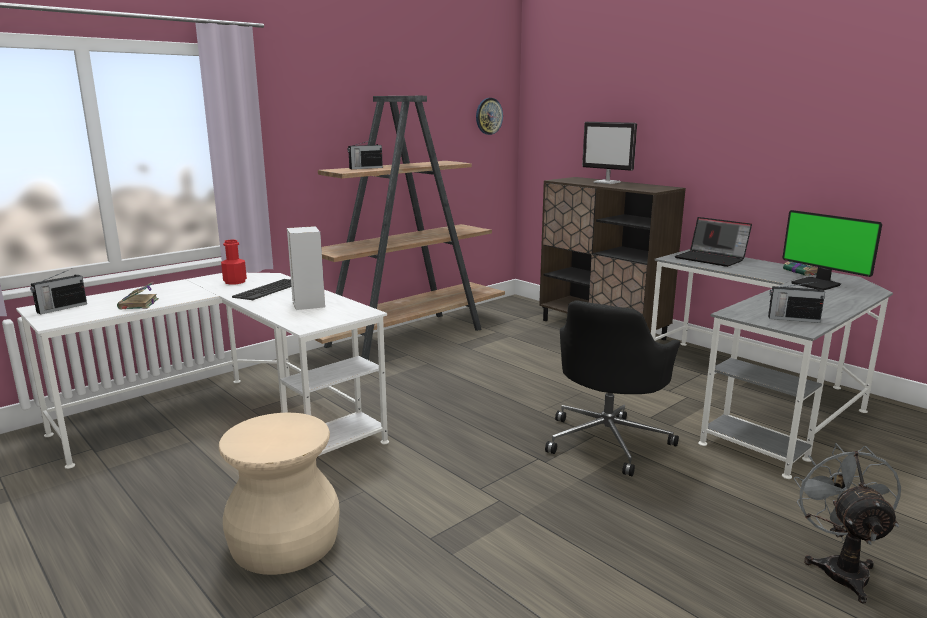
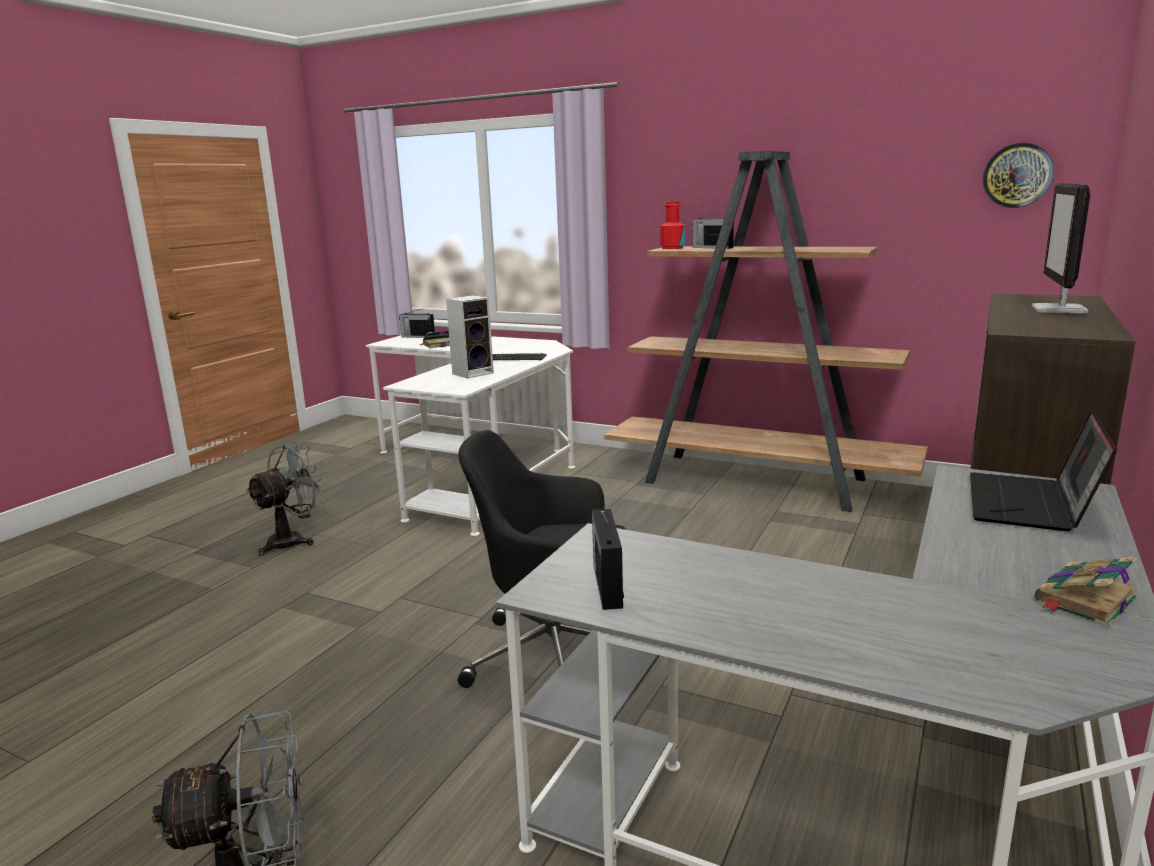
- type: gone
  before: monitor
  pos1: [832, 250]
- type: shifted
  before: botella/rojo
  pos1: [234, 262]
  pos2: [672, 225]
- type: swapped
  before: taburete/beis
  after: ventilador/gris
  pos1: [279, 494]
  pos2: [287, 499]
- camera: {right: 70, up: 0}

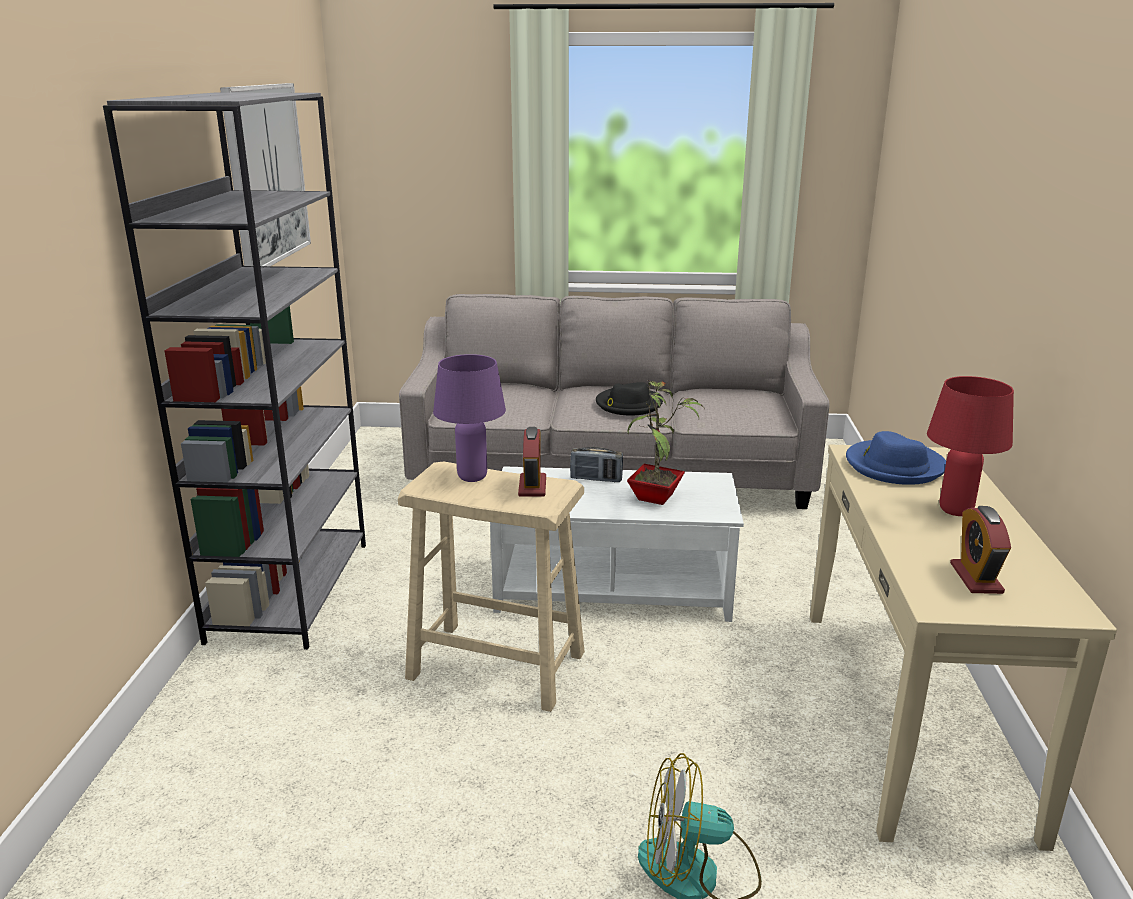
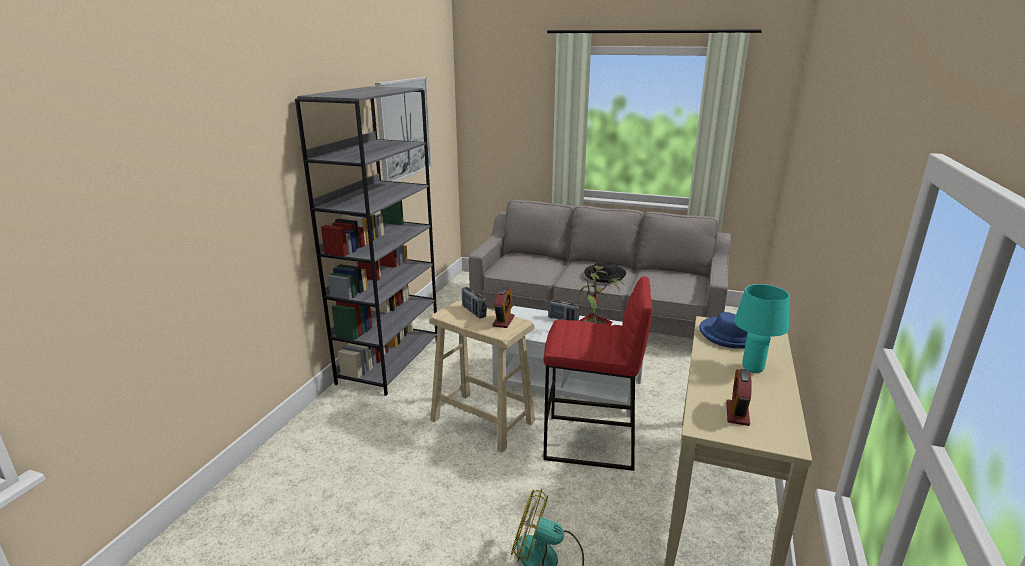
- type: swapped
  before: lámpara de mesa/morado
  after: radio
  pos1: [469, 418]
  pos2: [474, 302]
- type: repainted
  before: lámpara de mesa/rojo
  after: lámpara de mesa/turquesa
  pos1: [970, 446]
  pos2: [761, 328]
- type: new
  after: taburete/rojo
  pos2: [597, 374]
- camera: {right: 15, up: 0}

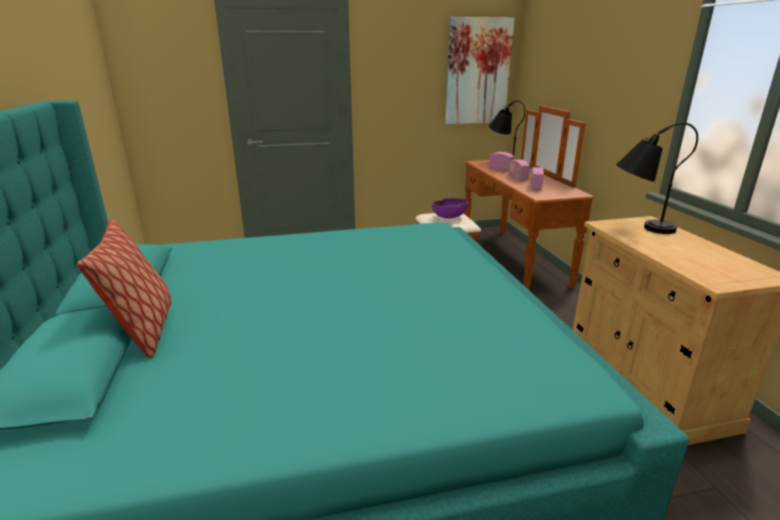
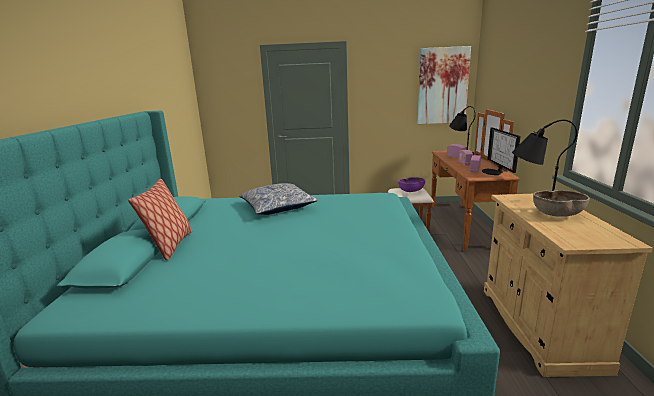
- type: new
  after: monitor
  pos2: [501, 151]
- type: new
  after: cojín
  pos2: [278, 199]
- type: new
  after: cuenco/marrón
  pos2: [561, 203]
- camera: {right: 15, up: -5}

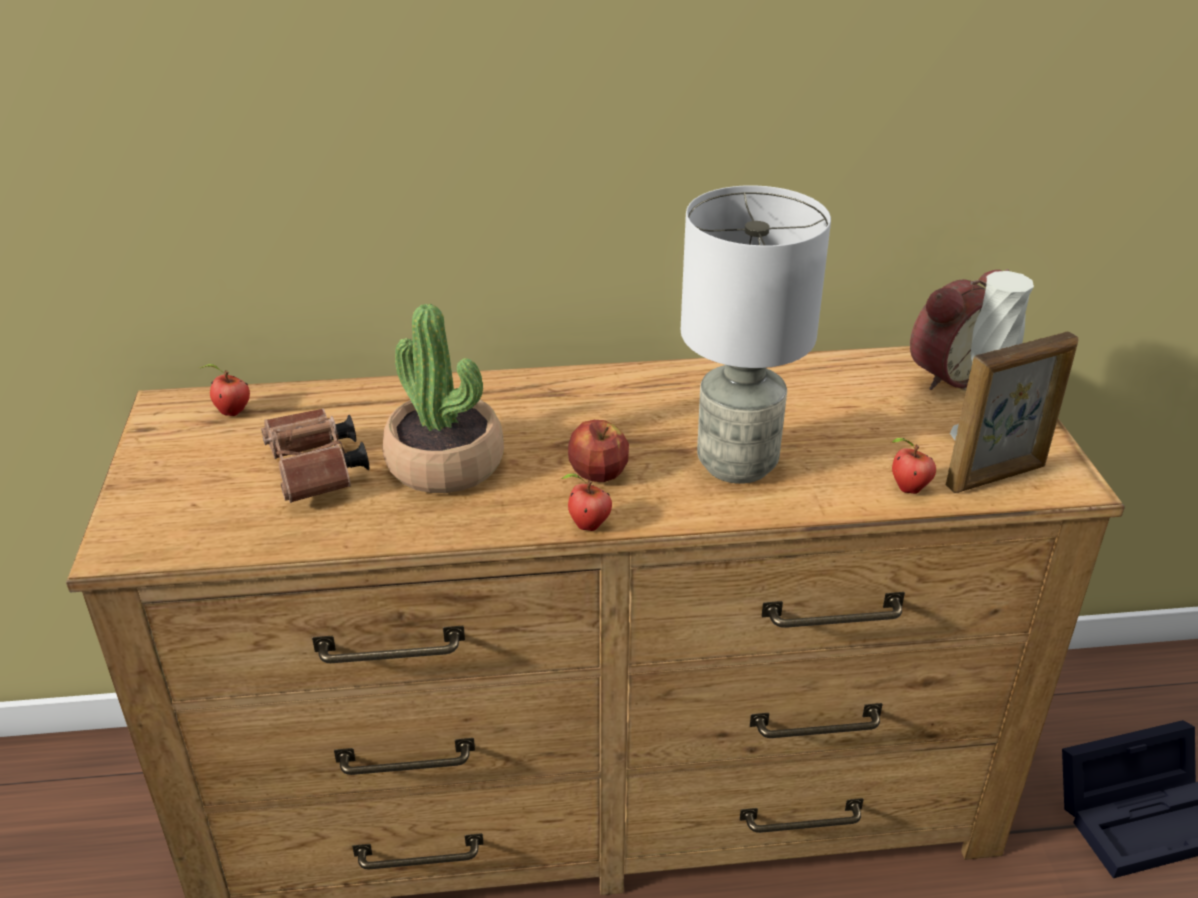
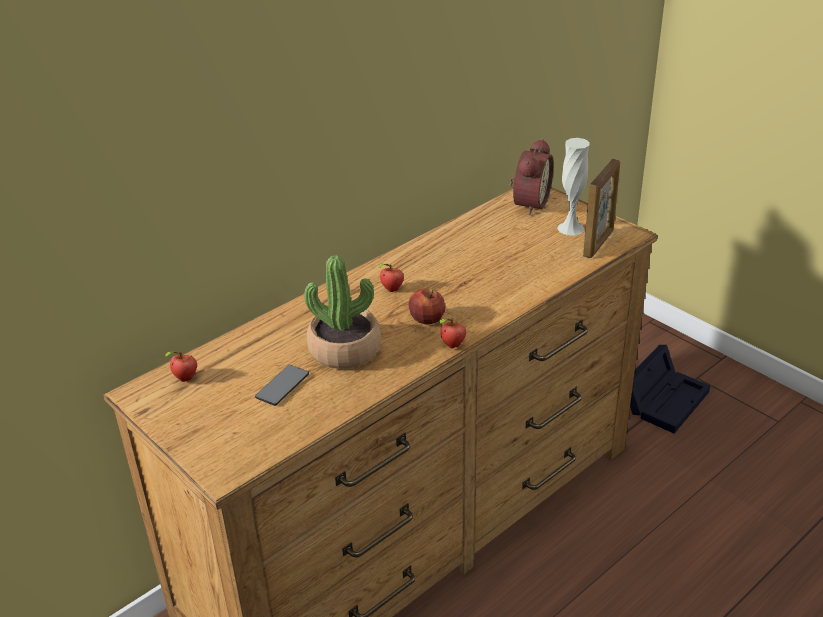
- type: gone
  before: lámpara de mesa/gris
  pos1: [756, 334]
- type: swapped
  before: prismáticos/marrón
  after: móvil
  pos1: [315, 455]
  pos2: [282, 385]
- type: shifted
  before: manzana
  pos1: [913, 466]
  pos2: [391, 278]
- camera: {right: -35, up: 0}

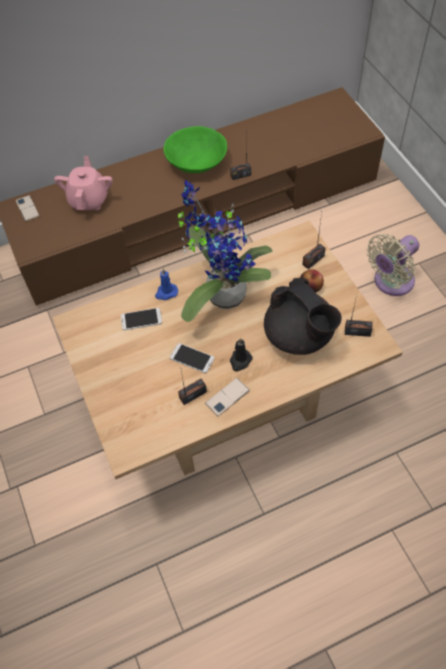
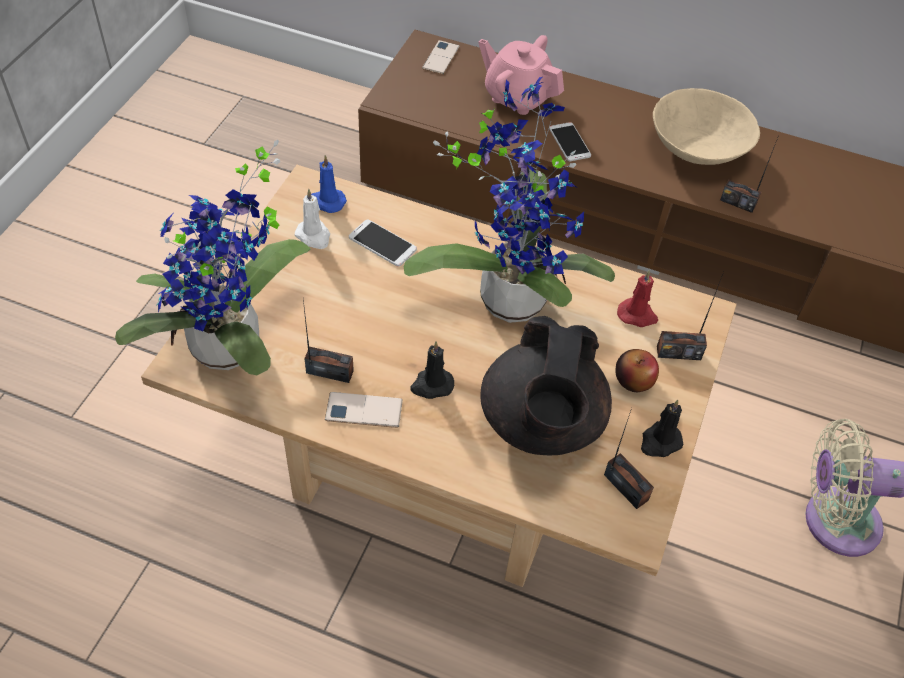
- type: repainted
  before: cuenco/verde
  after: cuenco/beis
  pos1: [195, 149]
  pos2: [706, 126]
- type: rotated
  before: tetera/rosa
  pos1: [83, 183]
  pos2: [521, 75]
  turn: -105
- type: shifted
  before: vela/azul
  pos1: [166, 284]
  pos2: [329, 184]
- type: shifted
  before: móvil
  pos1: [192, 358]
  pos2: [570, 141]
- type: new
  after: planta en maceta
  pos2: [212, 257]
- type: new
  after: vela/blanco
  pos2: [312, 219]
- type: new
  after: vela/rojo
  pos2: [637, 298]
- type: new
  after: vela/negro
  pos2: [662, 428]
- camera: {right: 40, up: -5}

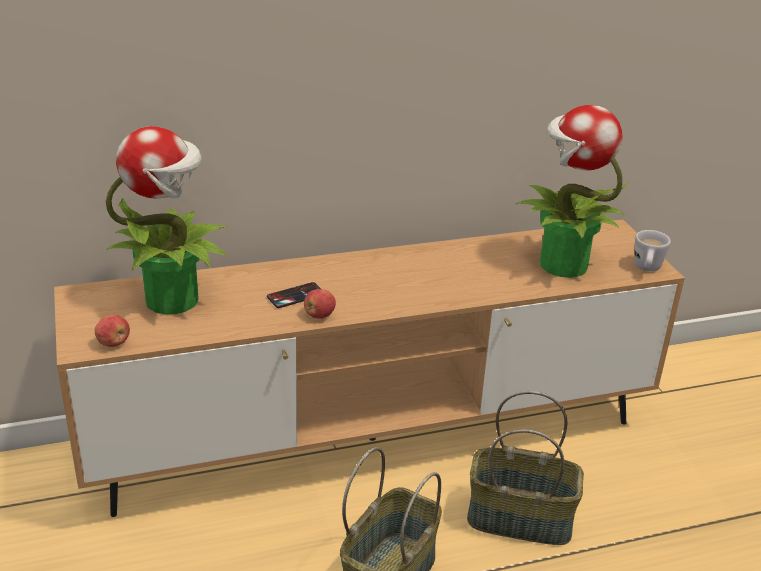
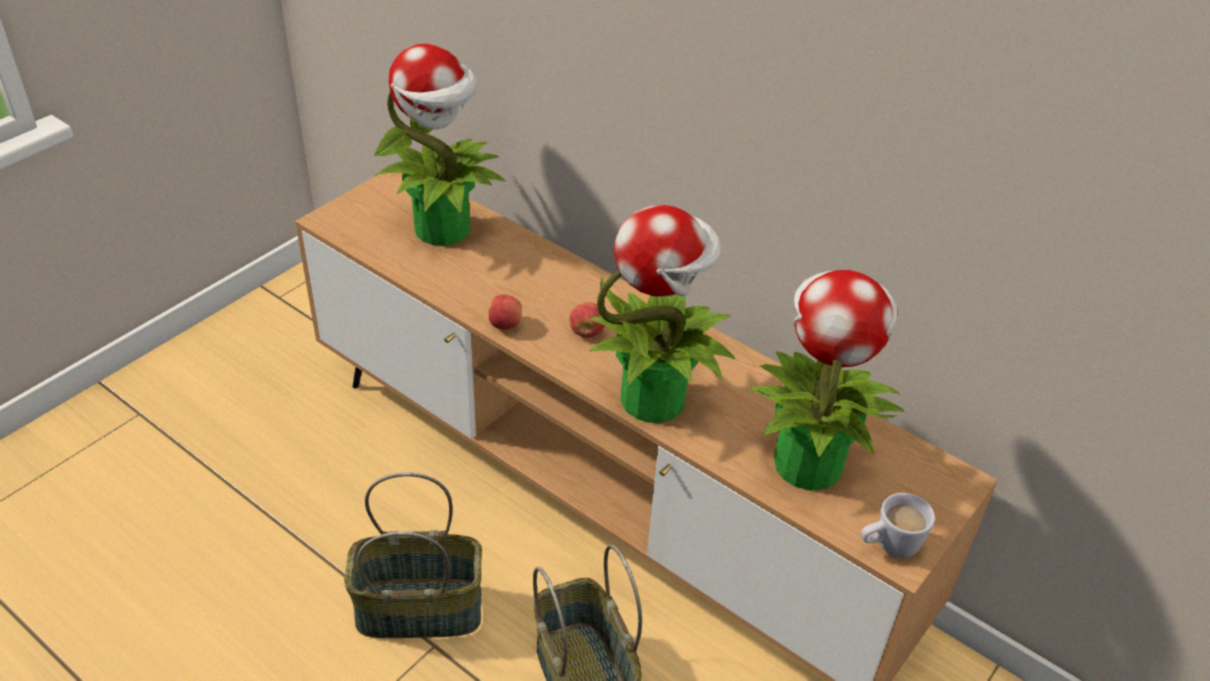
- type: gone
  before: móvil
  pos1: [294, 295]
- type: shifted
  before: manzana
  pos1: [112, 330]
  pos2: [587, 320]
- type: new
  after: planta en maceta
  pos2: [662, 314]
- camera: {right: 55, up: 10}

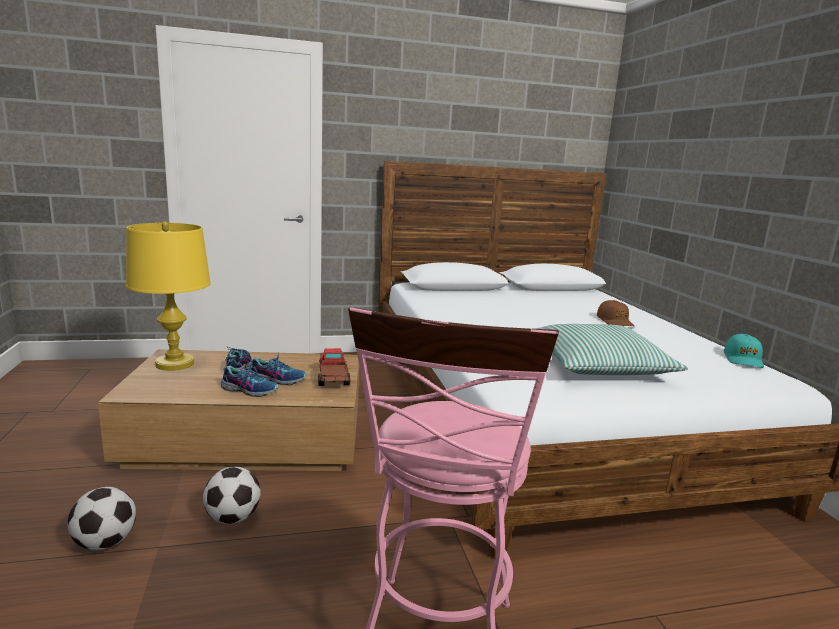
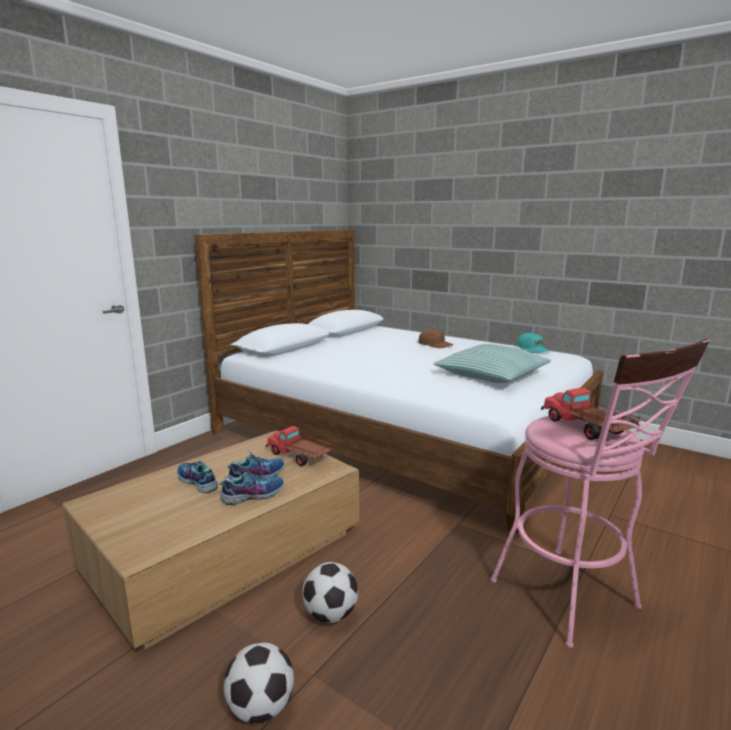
- type: gone
  before: lámpara de mesa/amarillo
  pos1: [168, 296]
- type: new
  after: camión de juguete
  pos2: [590, 414]
- camera: {right: -40, up: 0}

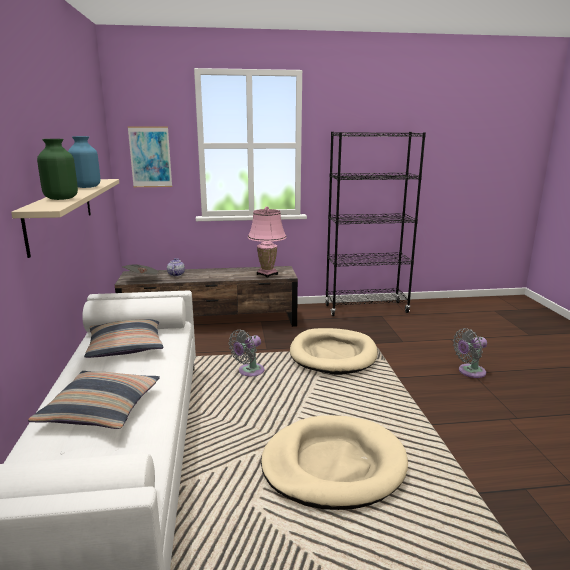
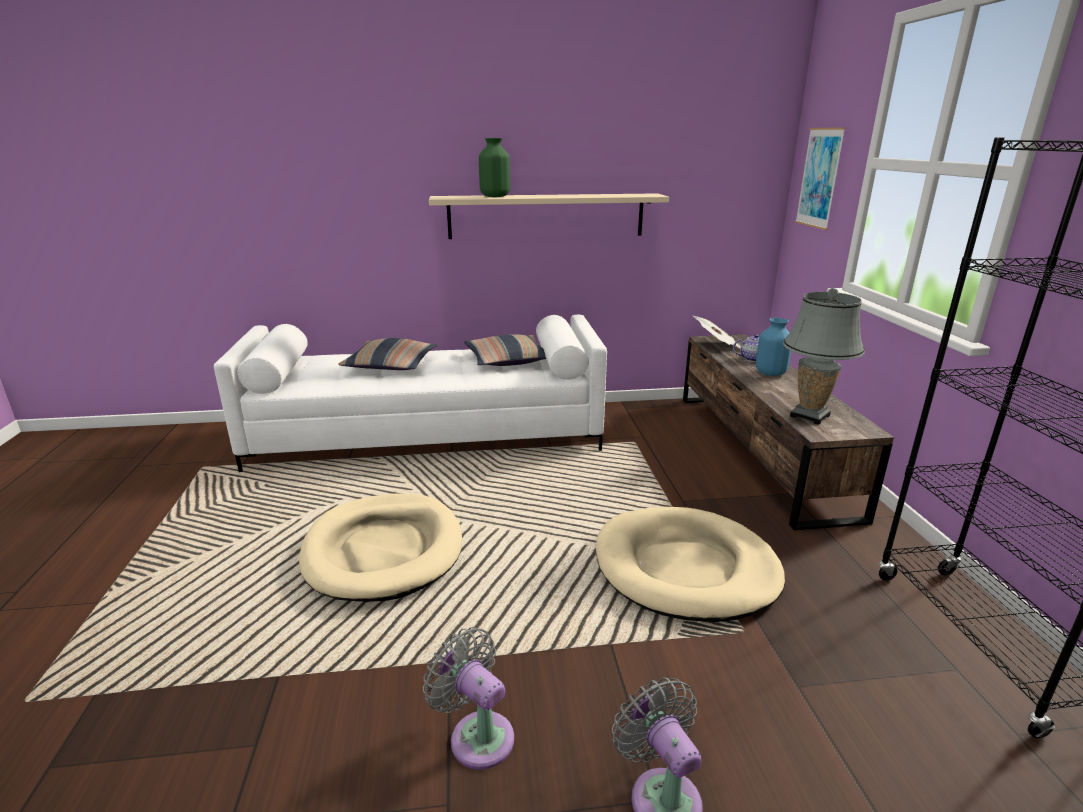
- type: shifted
  before: florero/azul
  pos1: [84, 162]
  pos2: [773, 347]
- type: repainted
  before: lámpara de mesa/rosa
  after: lámpara de mesa/gris
  pos1: [267, 242]
  pos2: [824, 356]
- type: shifted
  before: ventilador/gris
  pos1: [246, 353]
  pos2: [468, 698]
- camera: {right: 90, up: 5}

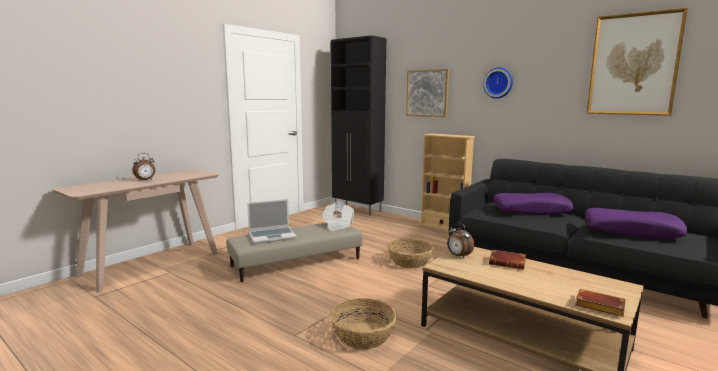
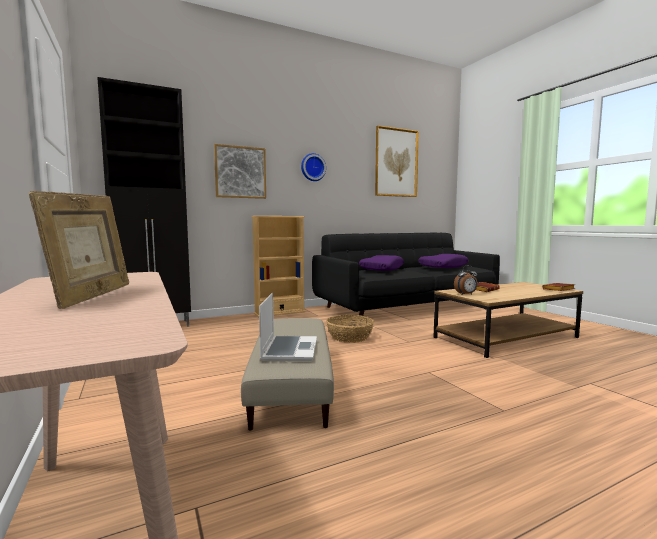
- type: swapped
  before: despertador
  after: portarretratos
  pos1: [143, 166]
  pos2: [79, 250]
- type: gone
  before: periódico
  pos1: [338, 216]
- type: gone
  before: cesta
  pos1: [363, 324]
- camera: {right: -65, up: -5}

